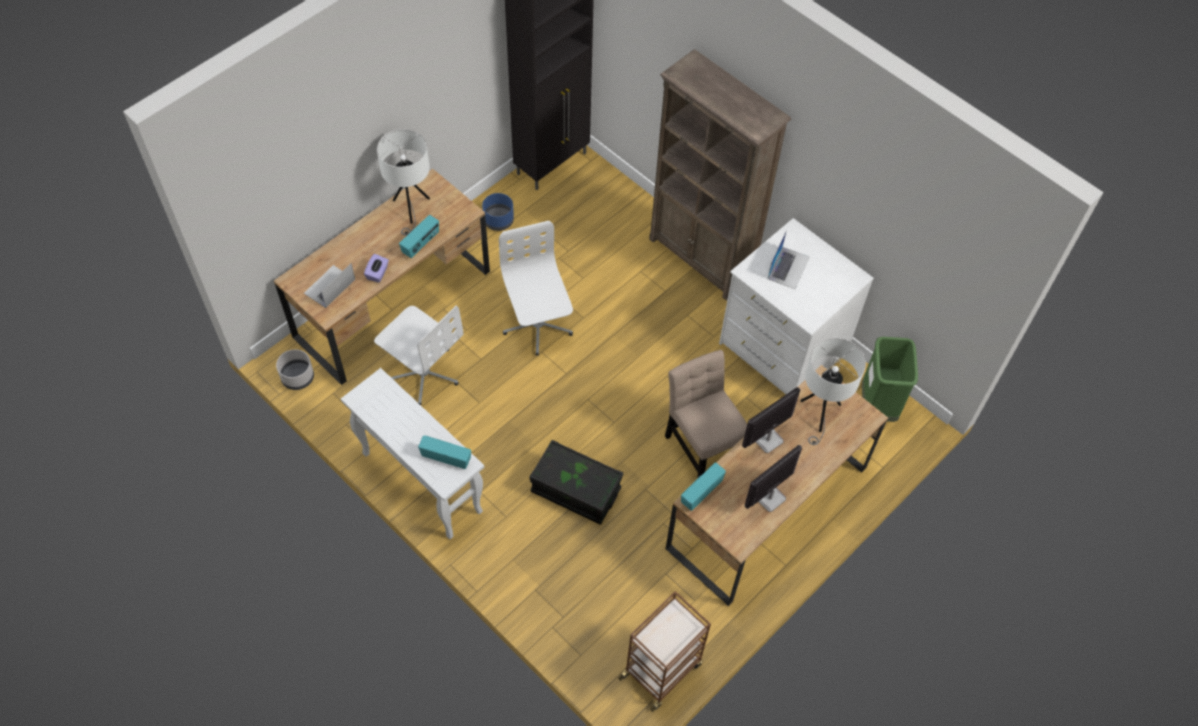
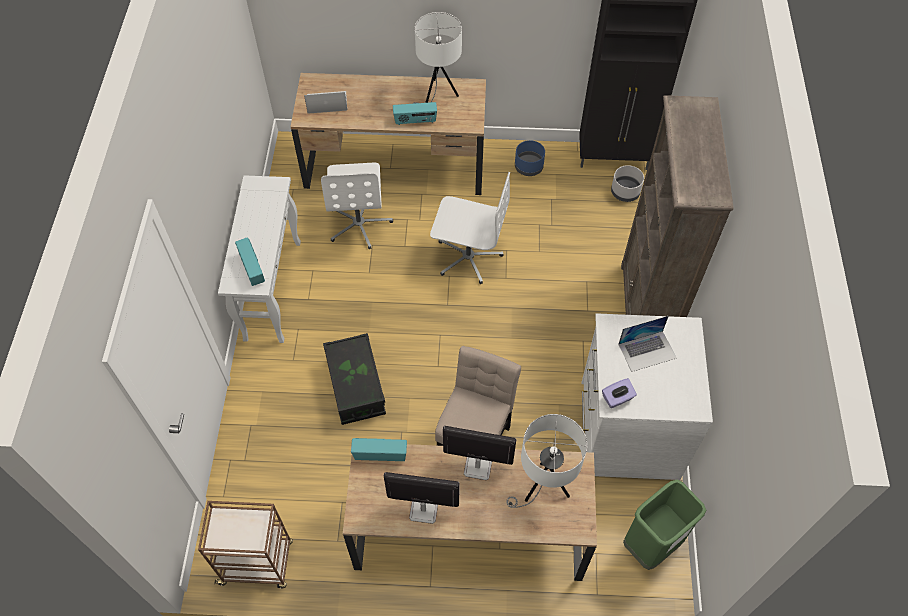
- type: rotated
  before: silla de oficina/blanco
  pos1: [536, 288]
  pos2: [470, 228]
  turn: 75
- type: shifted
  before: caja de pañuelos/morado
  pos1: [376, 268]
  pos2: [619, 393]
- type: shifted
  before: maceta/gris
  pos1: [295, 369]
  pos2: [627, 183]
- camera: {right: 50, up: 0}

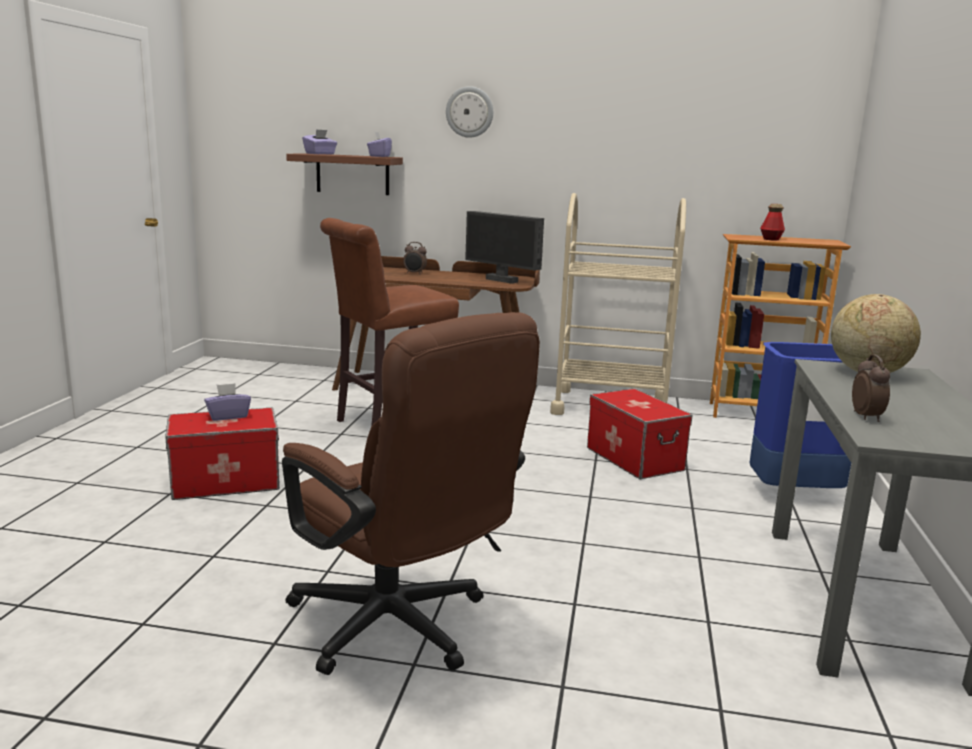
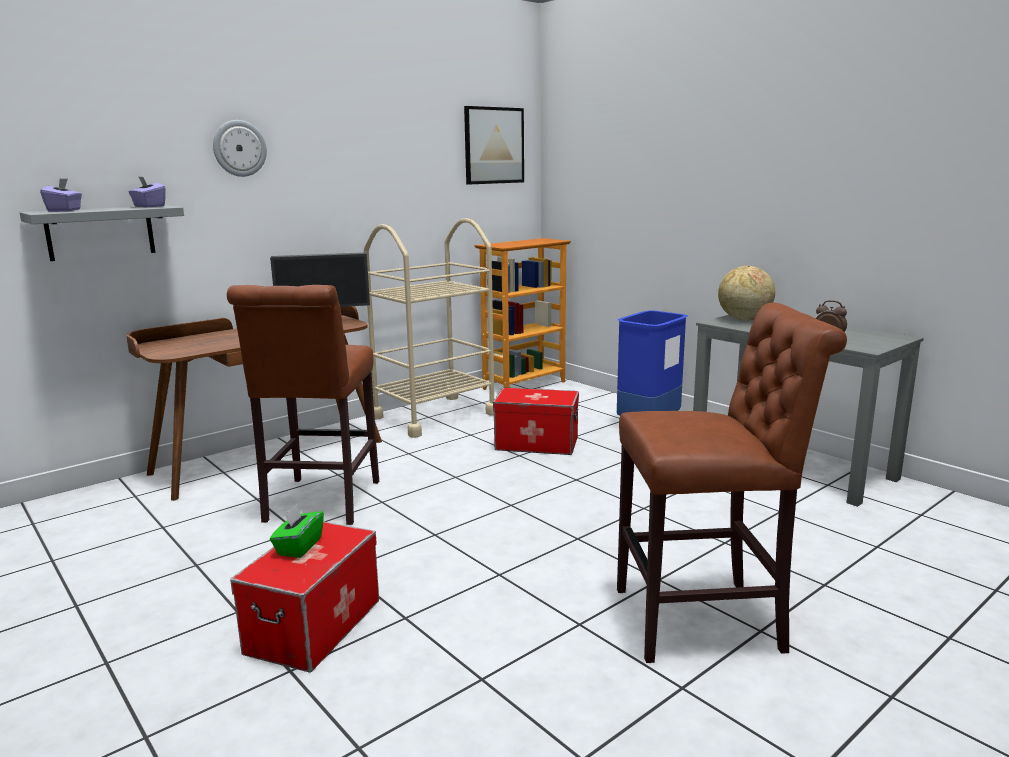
- type: repainted
  before: estante/marrón
  after: estante/gris
  pos1: [344, 174]
  pos2: [102, 233]
- type: gone
  before: botella
  pos1: [772, 222]
- type: gone
  before: despertador
  pos1: [415, 258]
- type: swapped
  before: silla de oficina/marrón
  after: taburete/marrón
  pos1: [411, 493]
  pos2: [732, 482]
- type: repainted
  before: caja de pañuelos/morado
  after: caja de pañuelos/verde
  pos1: [227, 402]
  pos2: [297, 531]
- type: new
  after: cuadro
  pos2: [494, 145]
- camera: {right: -50, up: 0}

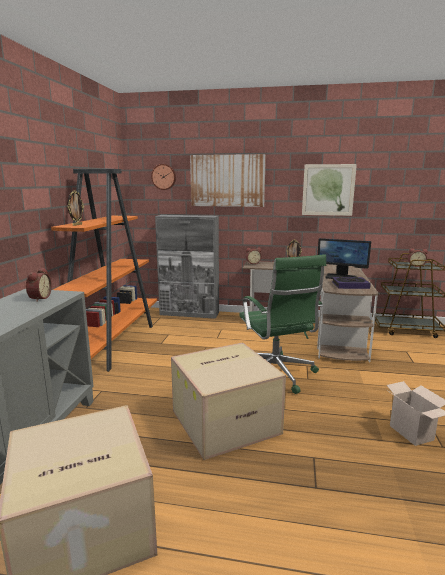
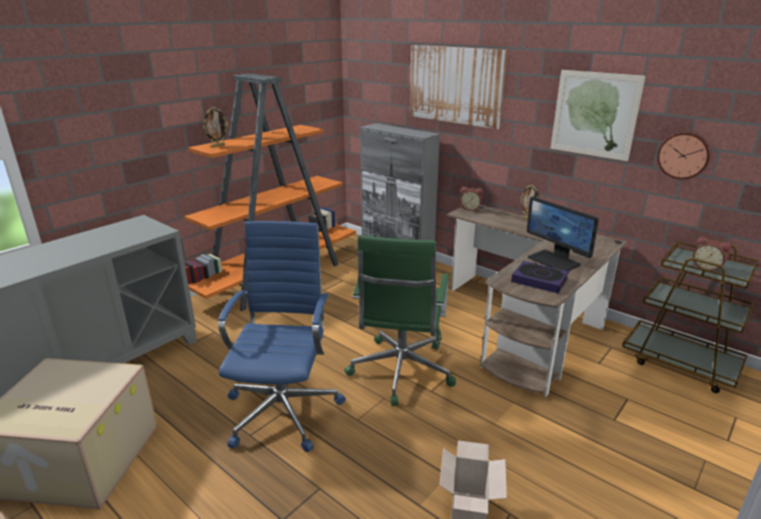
- type: shifted
  before: reloj de pared
  pos1: [163, 177]
  pos2: [684, 156]
- type: gone
  before: despertador
  pos1: [39, 284]
- type: swapped
  before: caja de cartón
  after: silla de oficina/azul
  pos1: [228, 401]
  pos2: [282, 336]
- camera: {right: 30, up: 10}

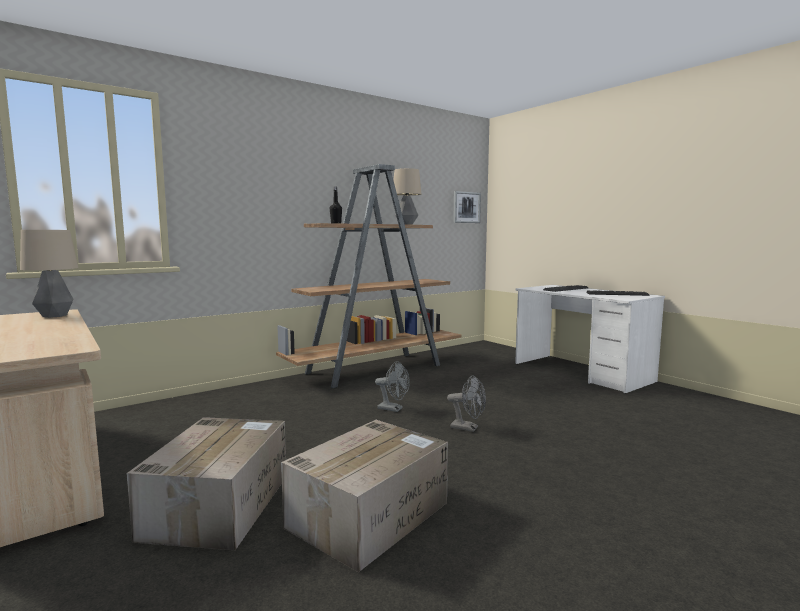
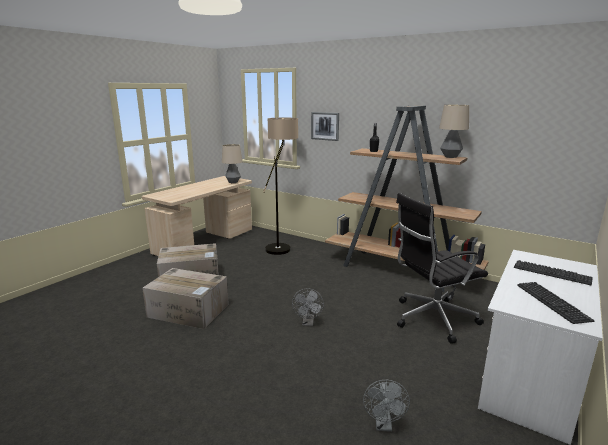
- type: shifted
  before: cuadro
  pos1: [467, 207]
  pos2: [325, 126]
- type: shifted
  before: ventilador/gris
  pos1: [392, 386]
  pos2: [386, 406]
- type: new
  after: lámpara de pie
  pos2: [280, 186]
- type: new
  after: silla de oficina/negro
  pos2: [442, 268]
- camera: {right: 70, up: 10}

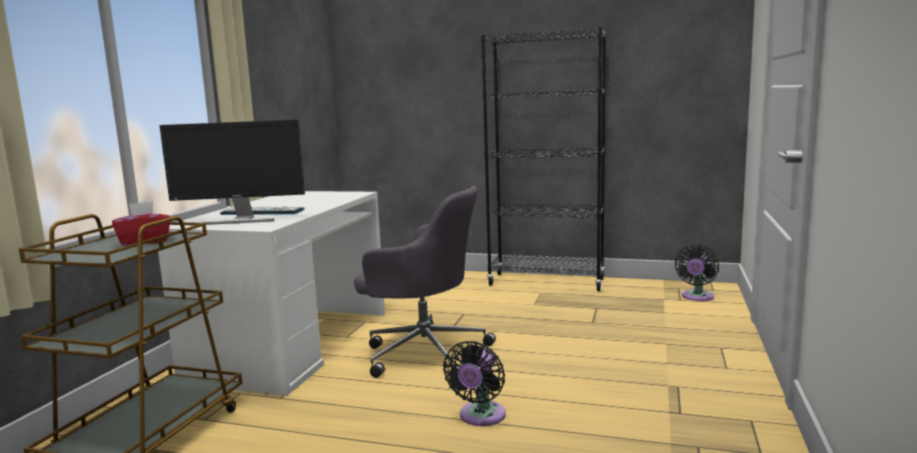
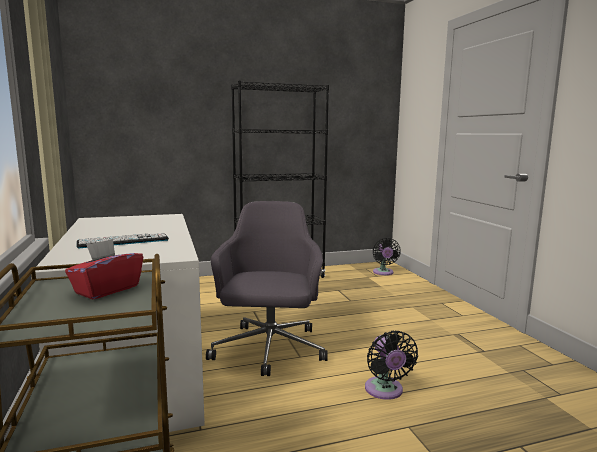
- type: gone
  before: monitor
  pos1: [232, 172]
- type: rotated
  before: silla de oficina/gris
  pos1: [425, 282]
  pos2: [267, 288]
  turn: -75
- camera: {right: -35, up: 0}

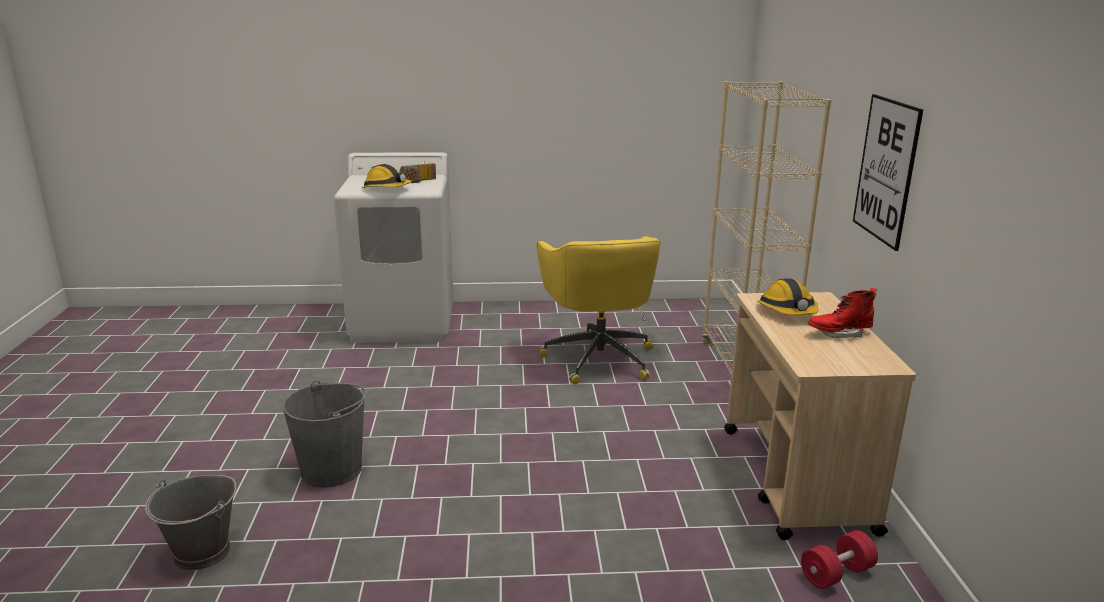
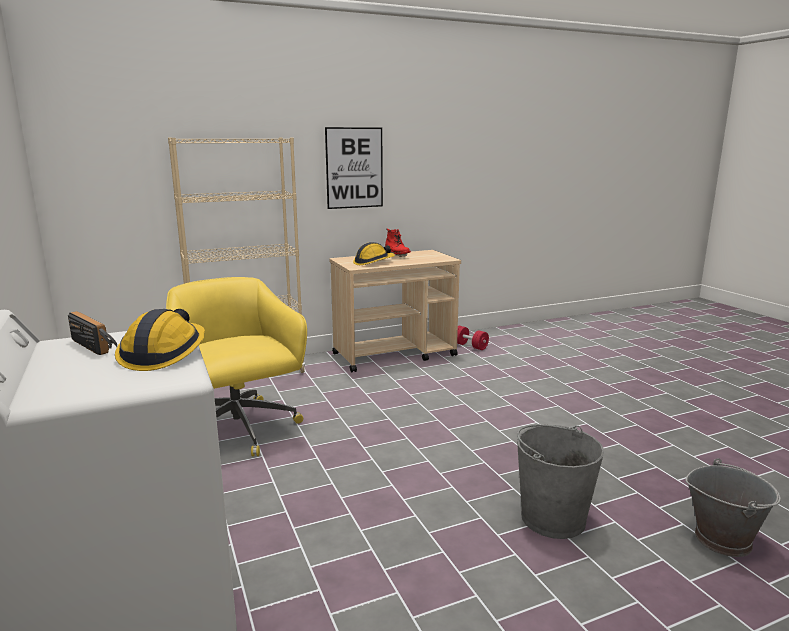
- type: rotated
  before: silla de oficina/amarillo
  pos1: [598, 310]
  pos2: [236, 366]
  turn: -90
- camera: {right: -110, up: -5}

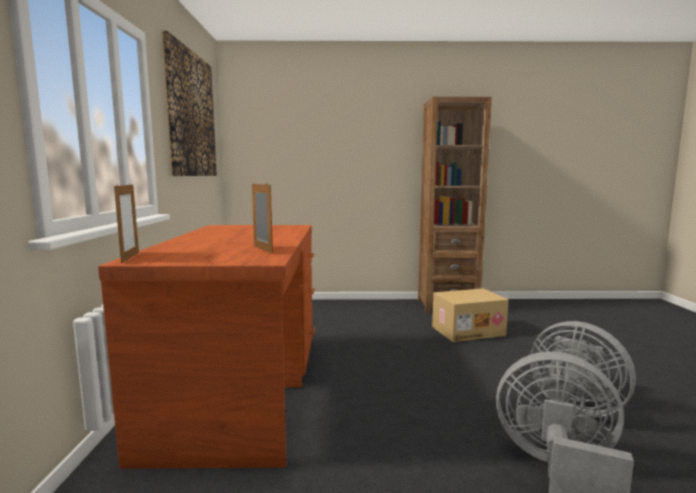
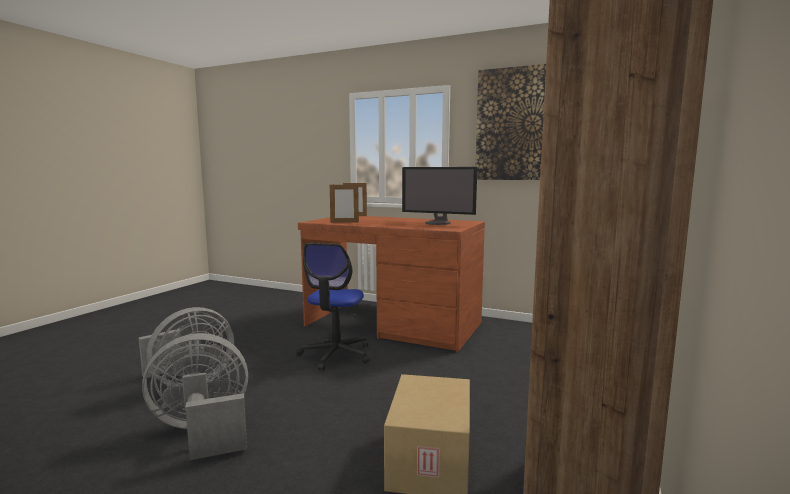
- type: new
  after: monitor
  pos2: [439, 196]
- type: new
  after: silla de oficina
  pos2: [333, 306]
- camera: {right: 115, up: 0}

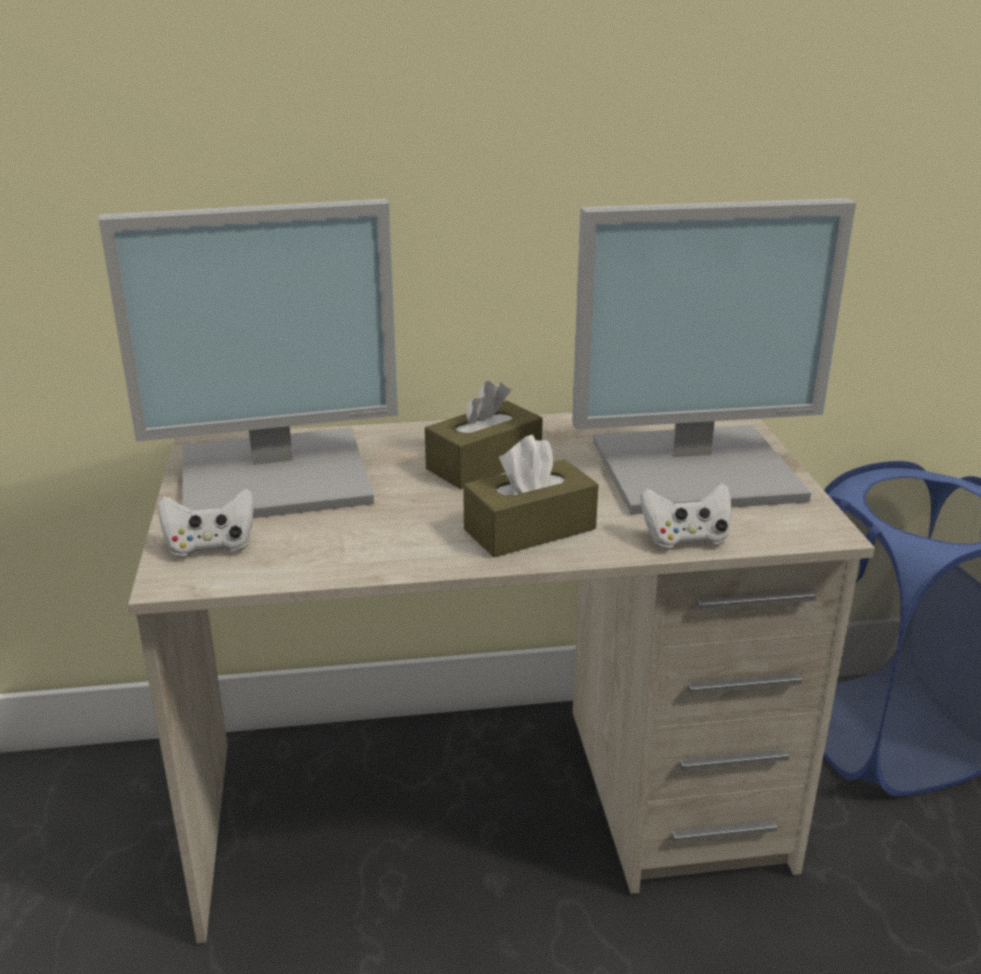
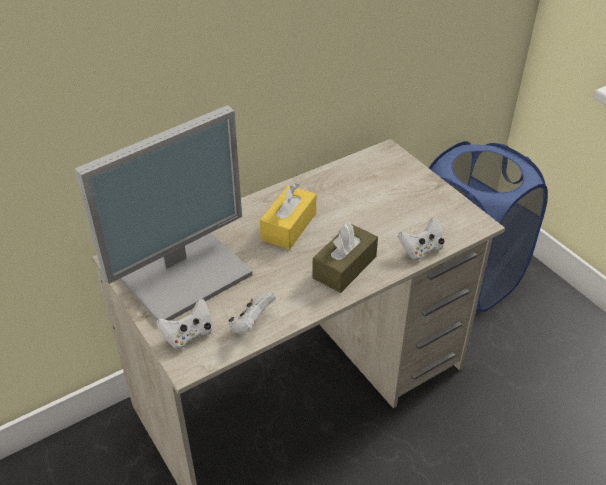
- type: gone
  before: monitor
  pos1: [714, 356]
- type: repainted
  before: caja de pañuelos/marrón
  after: caja de pañuelos/amarillo
  pos1: [484, 435]
  pos2: [288, 216]
- type: new
  after: mando de consola/blanco
  pos2: [252, 313]
- camera: {right: -25, up: 15}

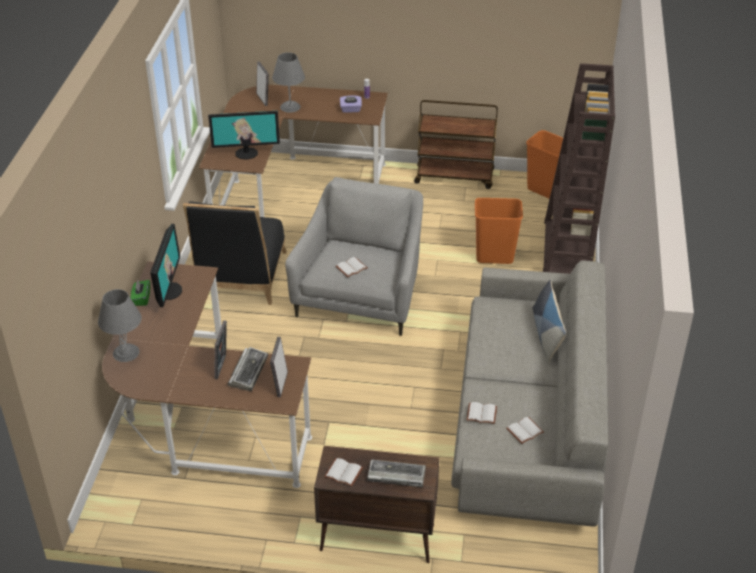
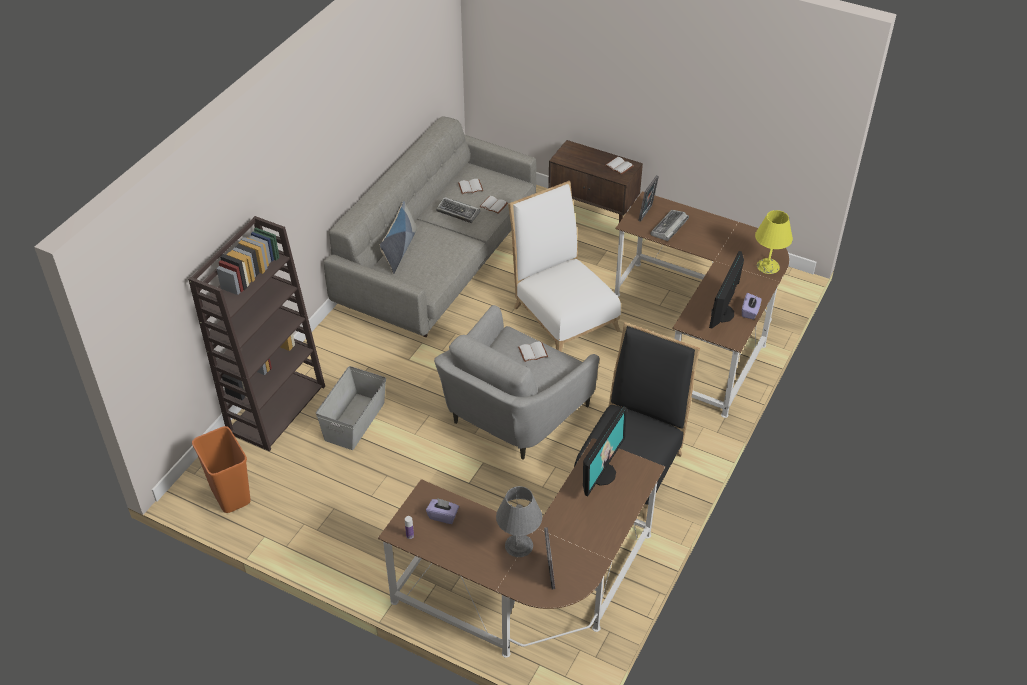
- type: gone
  before: carrito/marrón
  pos1: [456, 144]
- type: rotated
  before: monitor
  pos1: [244, 135]
  pos2: [605, 452]
  turn: 105
- type: swapped
  before: papelera/naranja
  after: caja de almacenaje/gris
  pos1: [499, 231]
  pos2: [351, 408]
- type: repainted
  before: caja de pañuelos/verde
  after: caja de pañuelos/morado
  pos1: [140, 293]
  pos2: [751, 306]
- type: repainted
  before: lámpara de mesa/gris
  after: lámpara de mesa/amarillo
  pos1: [120, 325]
  pos2: [774, 242]
- type: gone
  before: portarretratos
  pos1: [220, 350]
- type: shifted
  before: teclado
  pos1: [396, 473]
  pos2: [458, 210]
- type: new
  after: silla/blanco
  pos2: [564, 266]
- camera: {right: -160, up: 5}

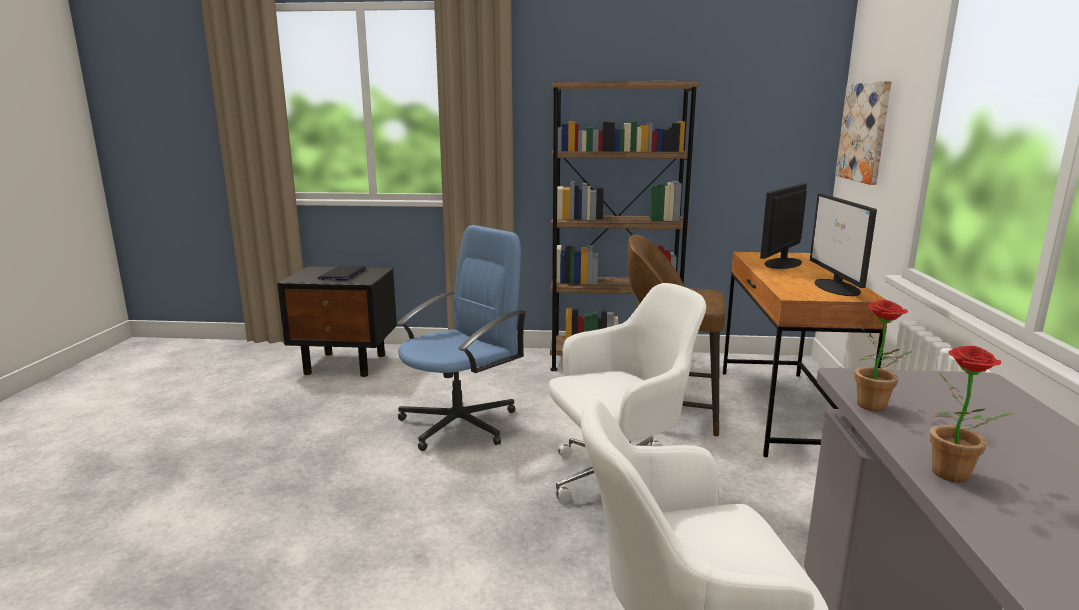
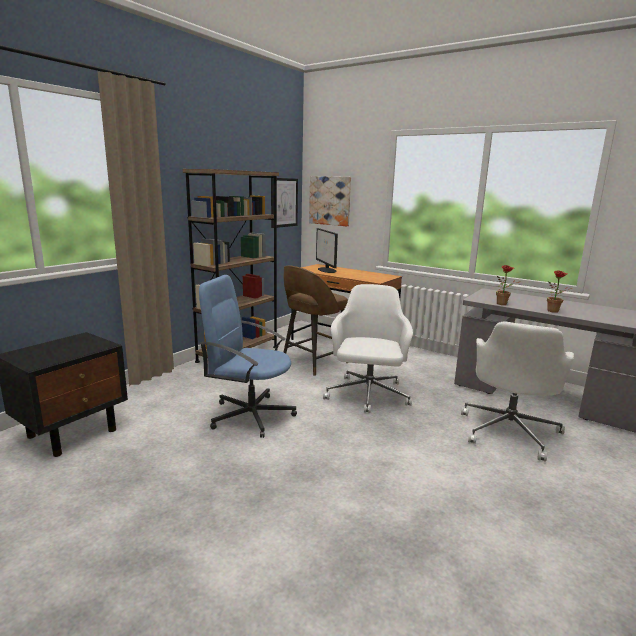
- type: gone
  before: monitor
  pos1: [843, 244]
- type: rotated
  before: silla de oficina/azul
  pos1: [461, 338]
  pos2: [248, 356]
  turn: -60
- type: gone
  before: portátil
  pos1: [342, 273]
- type: new
  after: cuadro
  pos2: [284, 203]
- camera: {right: -60, up: 0}

